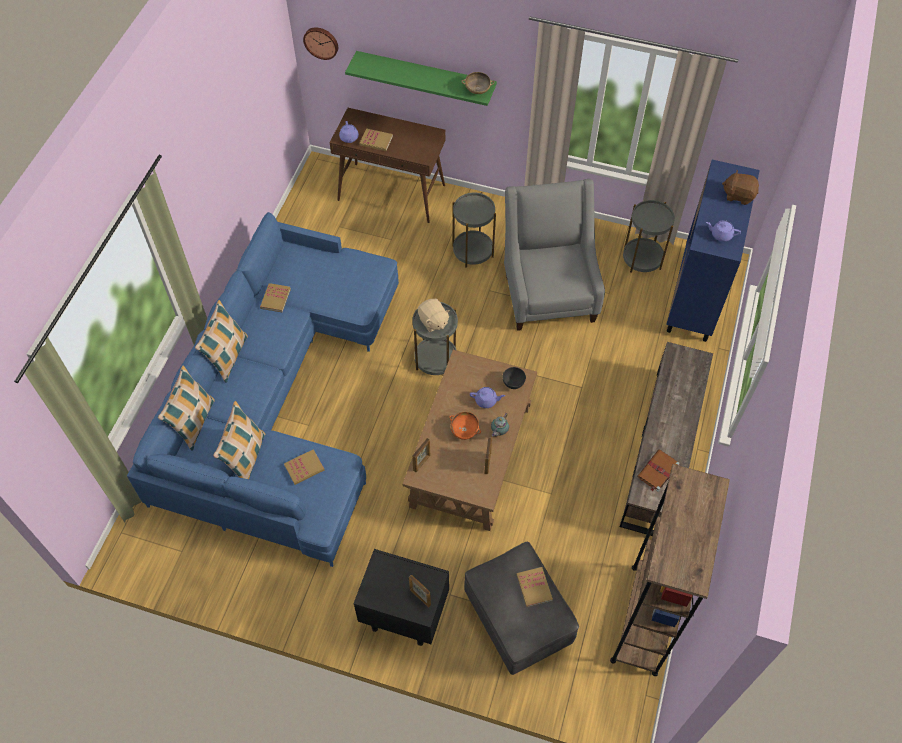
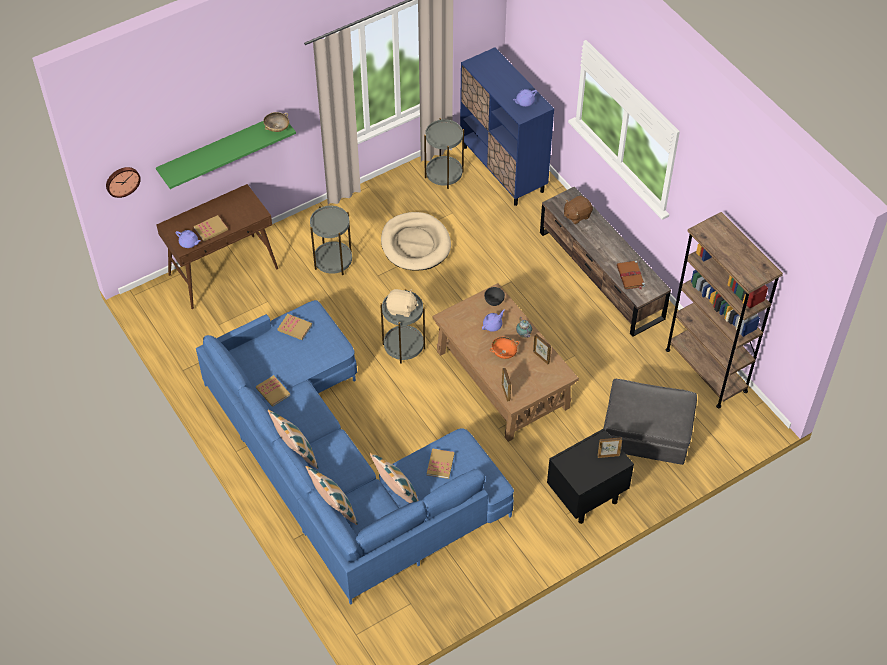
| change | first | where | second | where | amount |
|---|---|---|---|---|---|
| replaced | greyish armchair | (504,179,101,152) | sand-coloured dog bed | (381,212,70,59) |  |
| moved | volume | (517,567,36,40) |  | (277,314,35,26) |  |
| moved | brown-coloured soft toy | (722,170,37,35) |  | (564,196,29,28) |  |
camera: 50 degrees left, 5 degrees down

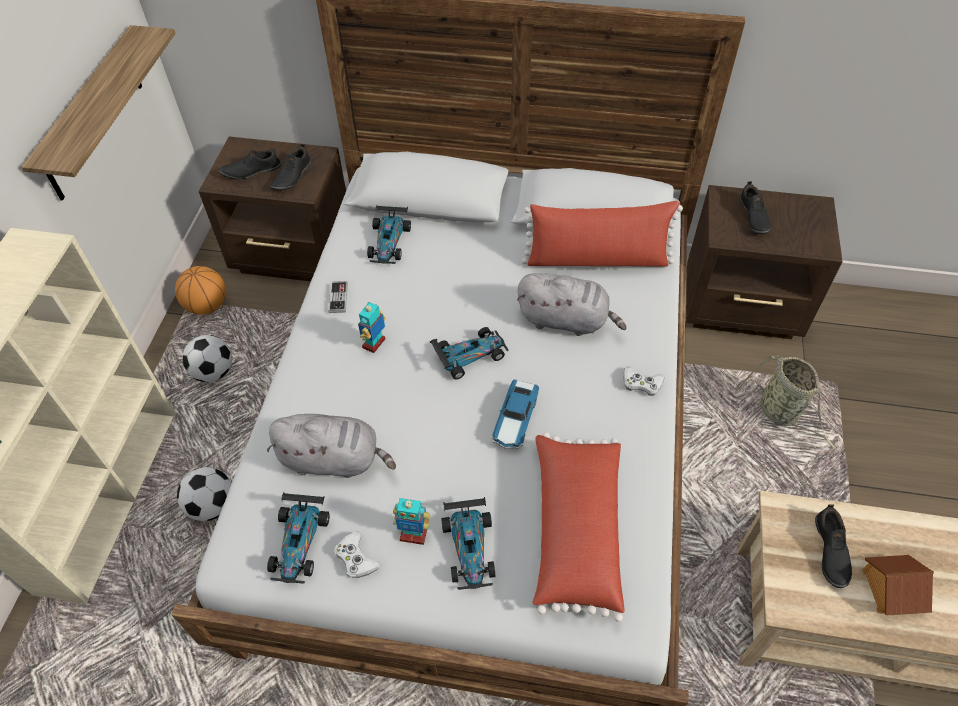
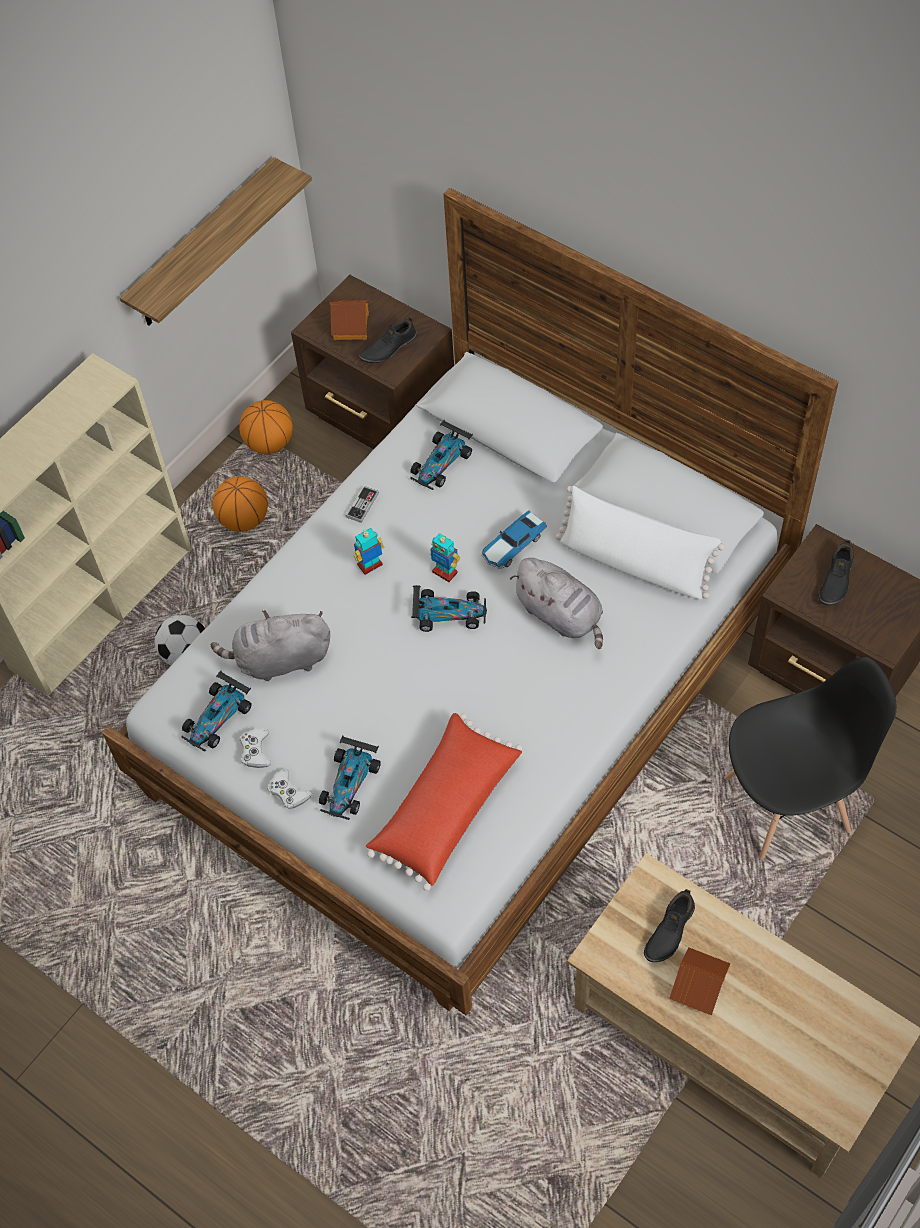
| change | first | where | second | where | amount |
|---|---|---|---|---|---|
| replaced | football | (182,335,50,47) | basketball ball | (212,476,56,56) |  |
| replaced | black-coloured item of footwear | (219,147,62,32) | model house | (330,300,39,40) |  |
| turned | greyish soft toy | (267,414,129,64) |  | (211,610,119,71) | 135 degrees clockwise |
| moved | robot figure | (393,498,37,47) |  | (430,533,30,49) |  |
| moved | miniature car | (492,379,47,70) |  | (481,510,66,59) |  |
| recoloured | reddish cushion | (522,201,161,66) | white cushion | (556,486,169,114) |  |
| moved | white gamepad | (623,366,42,30) |  | (268,769,44,40) |  |
| replaced | basket | (735,356,102,94) | black-coloured chair | (724,657,173,202) |  |
camera: 30 degrees right, 5 degrees up

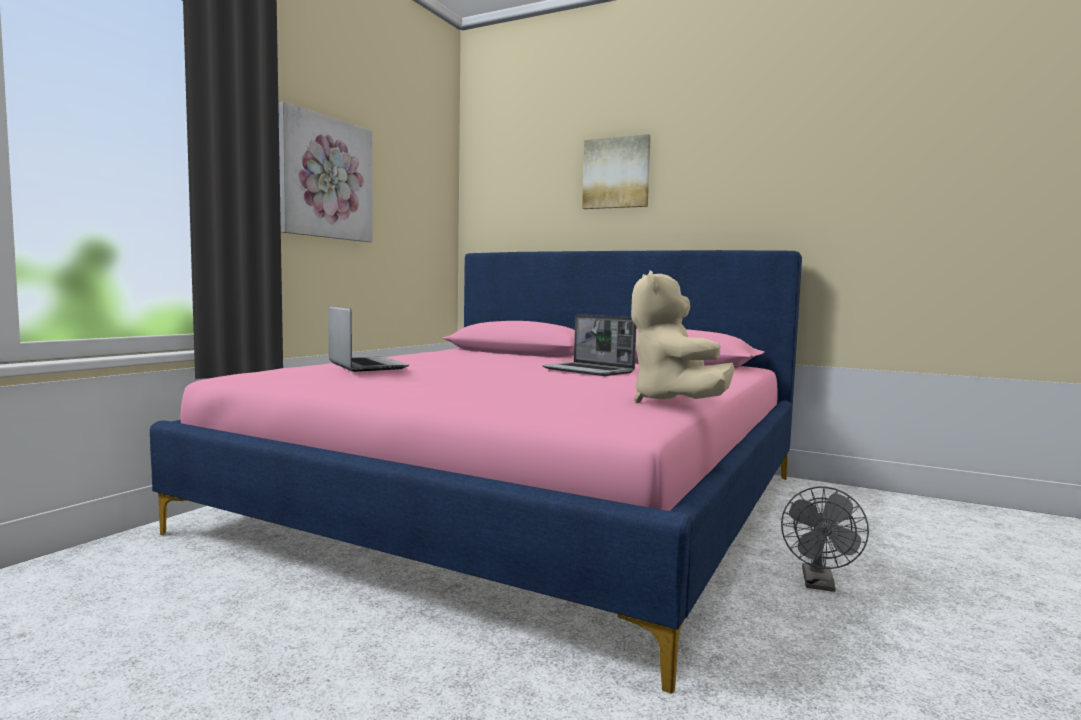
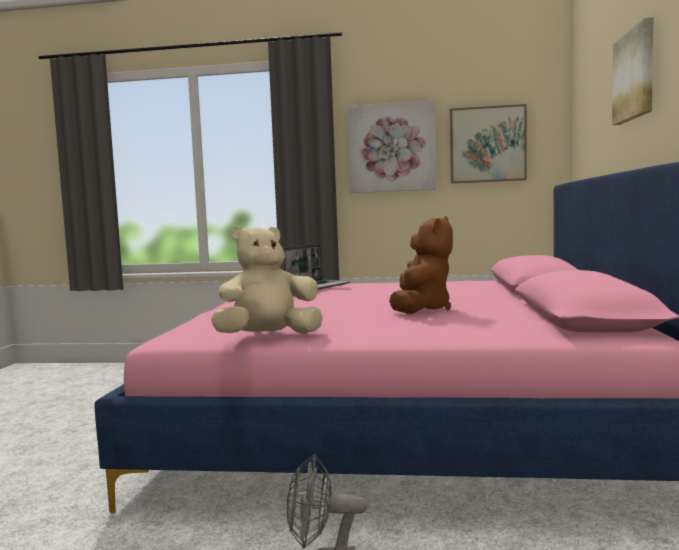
| change | first | where | second | where | amount |
|---|---|---|---|---|---|
| replaced | notebook computer | (542,314,94,62) | brown-coloured soft toy | (389,216,64,98) |  |
| added |  |  | picture | (450,104,77,79) |  |
camera: 70 degrees right, 0 degrees up

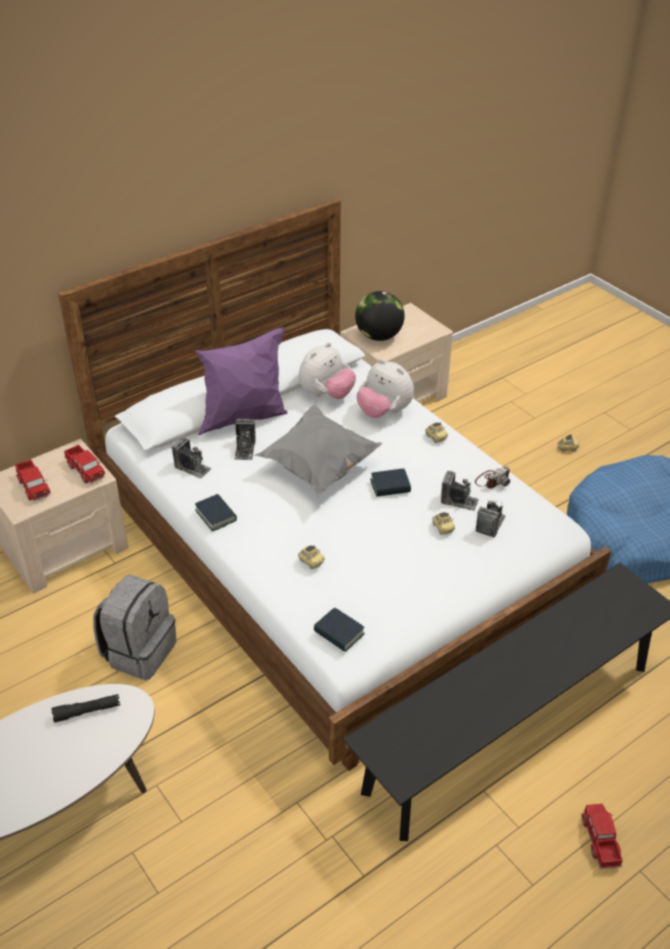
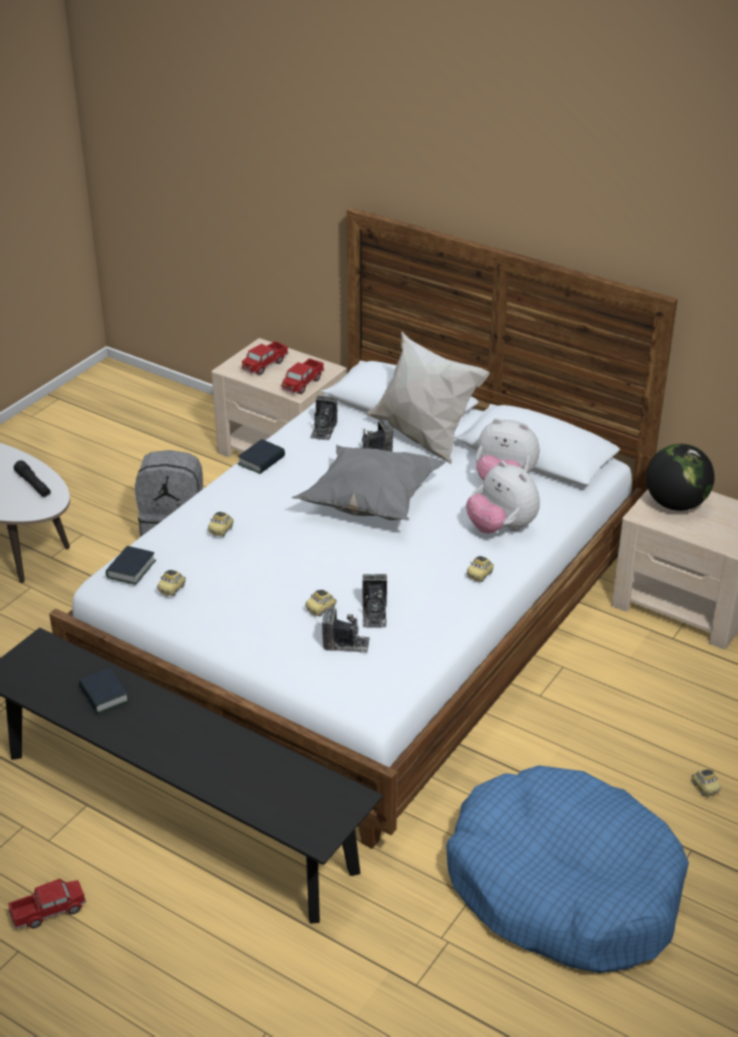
| change | first | where | second | where | amount |
|---|---|---|---|---|---|
| recoloured | purplish cushion | (195,327,92,108) | white cushion | (366,332,124,132) |  |
| turned | soft toy | (357,359,57,59) |  | (466,461,74,73) | 60 degrees counterclockwise |
| moved | volume | (370,469,41,28) |  | (79,668,50,46) |  |
| removed | photo camera | (475,466,35,23) |  |  |  |
| added |  |  | miniature car | (157,570,29,26) |  |
camera: 70 degrees right, 5 degrees down

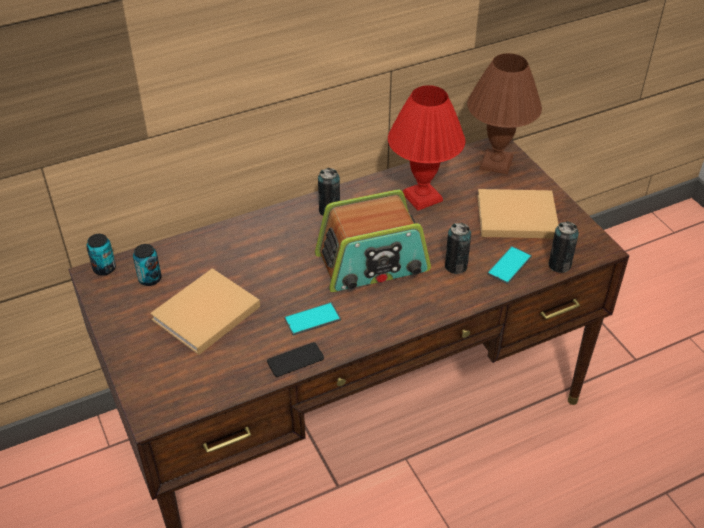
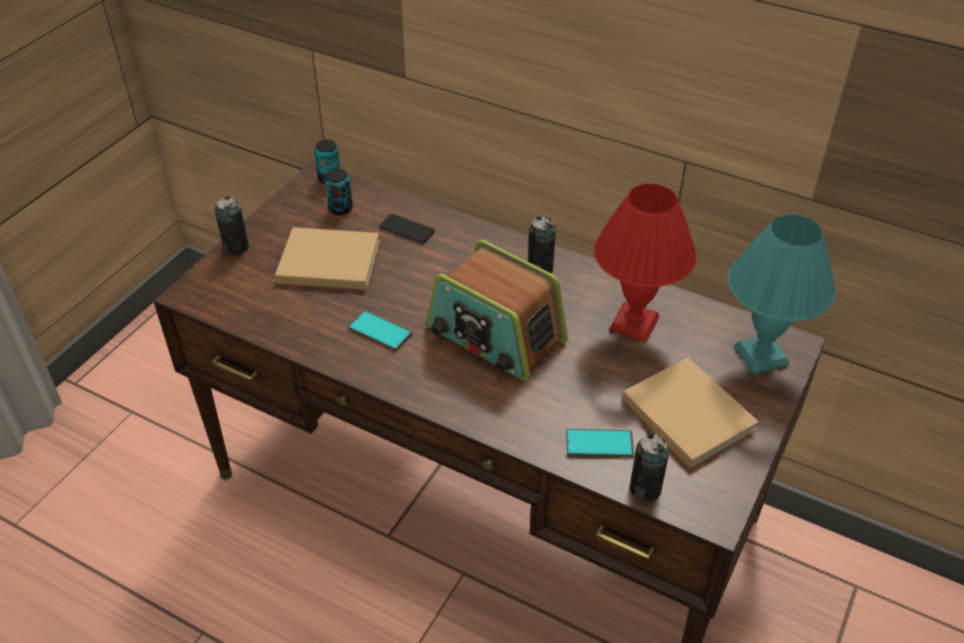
| change | first | where | second | where | amount |
|---|---|---|---|---|---|
| moved | telephone | (267,342,57,35) |  | (379,214,56,29) |  |
| moved | metal can | (445,223,26,51) |  | (215,196,34,60) |  |
| recoloured | brown-coloured table lamp | (467,53,75,121) | turquoise table lamp | (728,214,108,160) |  |
camera: 55 degrees right, 0 degrees up

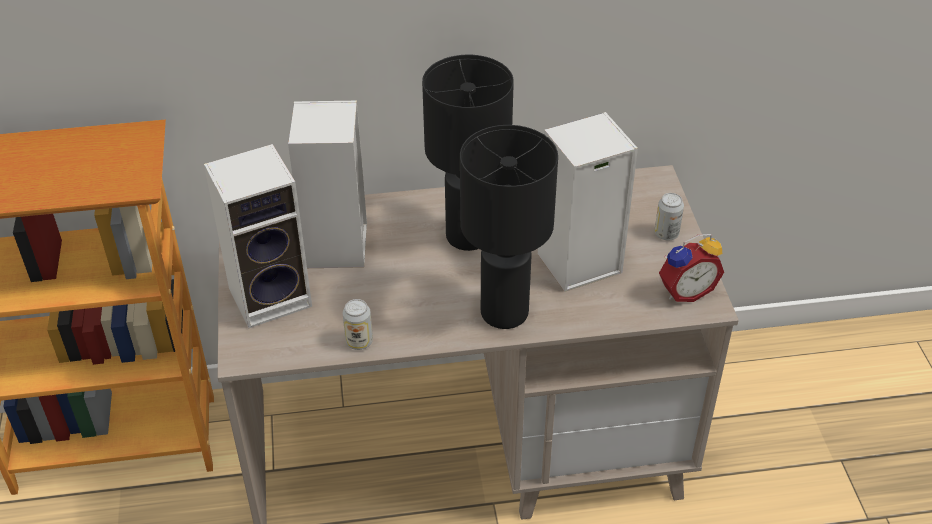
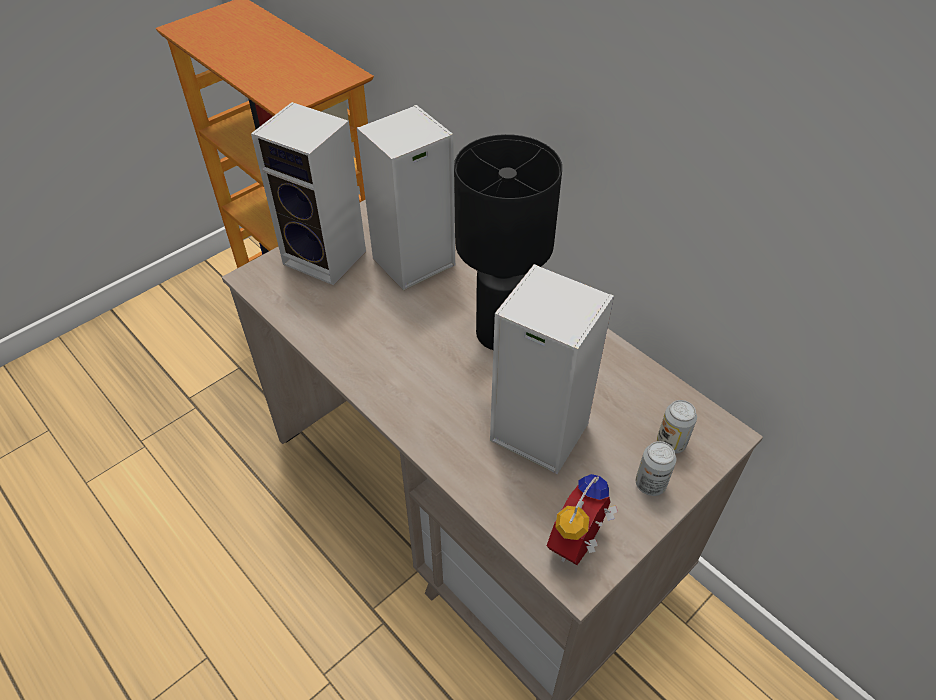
| change | first | where | second | where | amount |
|---|---|---|---|---|---|
| moved | metal can | (343,299,30,51) |  | (657,400,40,54) |  |
| removed | black-coloured table lamp | (460,125,98,204) |  |  |  |
| turned | table clock | (659,234,65,68) |  | (546,474,72,91) | 90 degrees clockwise |
camera: 55 degrees right, 5 degrees up

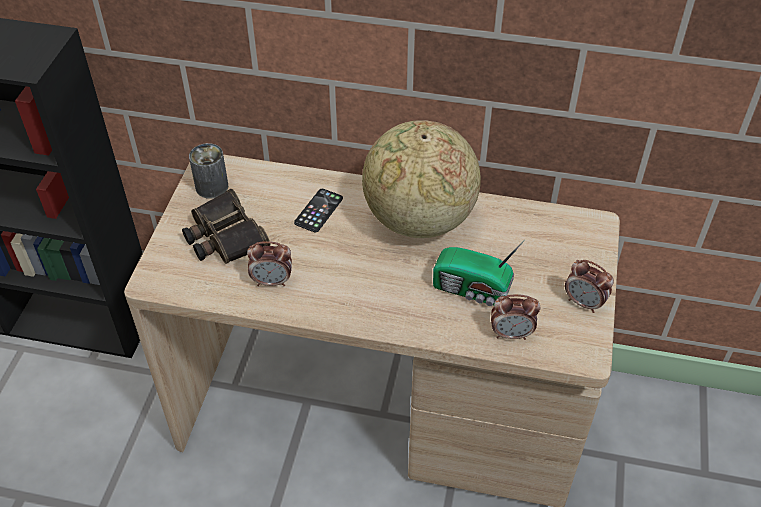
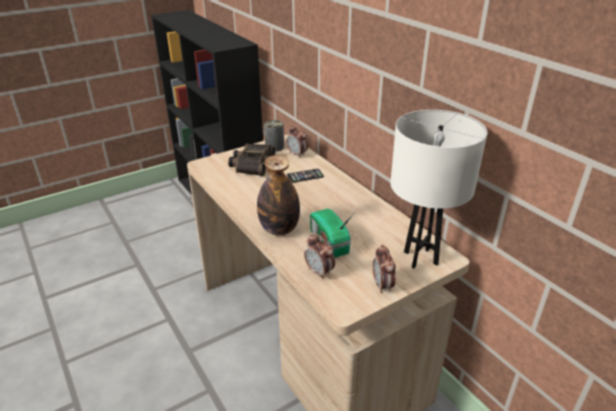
| change | first | where | second | where | amount |
|---|---|---|---|---|---|
| moved | table clock | (247,241,45,45) |  | (286,124,22,34) |  |
| removed | desk globe | (362,120,119,118) |  |  |  |
| added |  |  | bottle | (257,155,43,80) |  |
| added |  |  | white table lamp | (390,110,97,158) |  |
camera: 45 degrees right, 15 degrees down

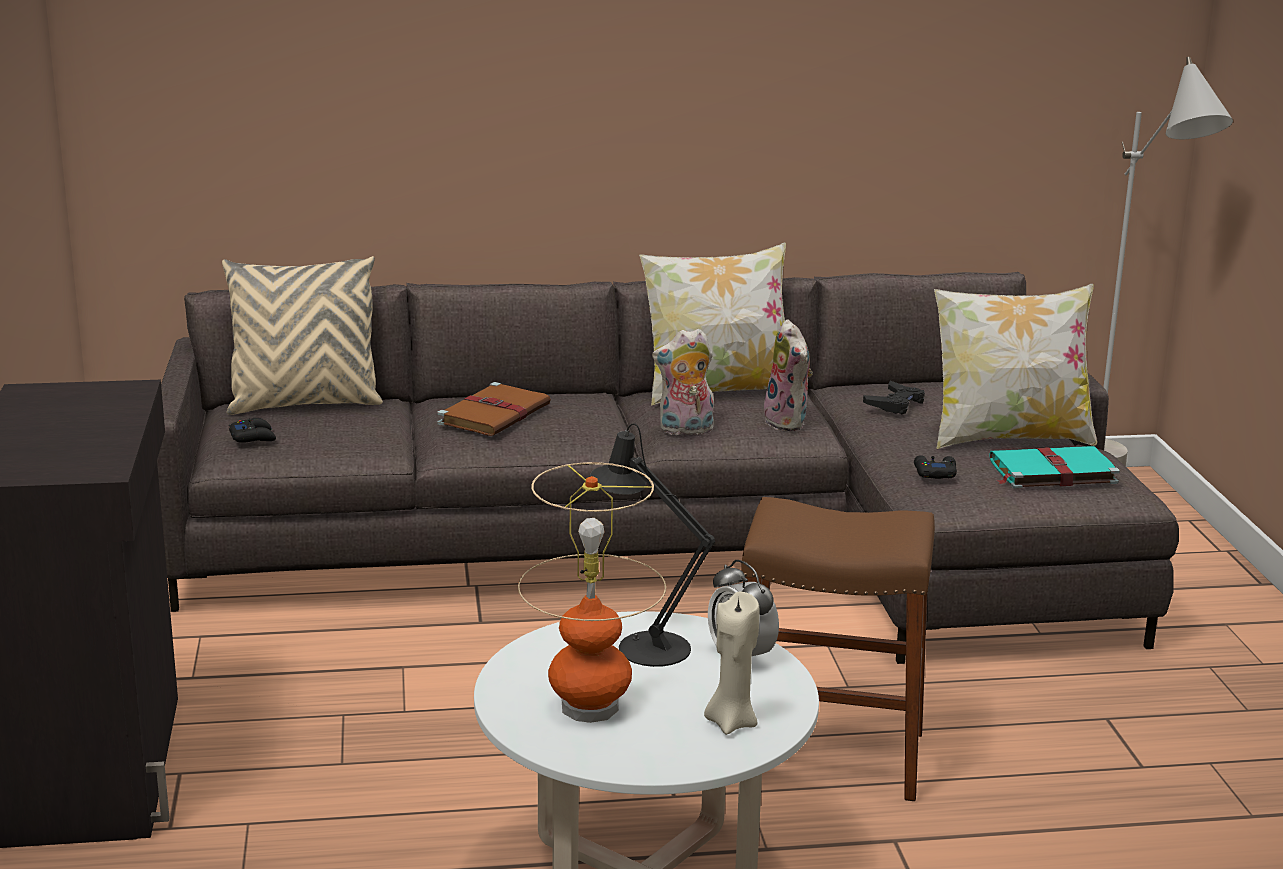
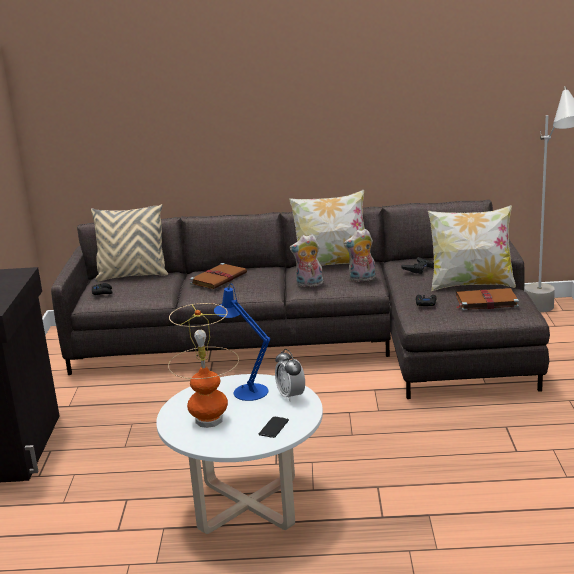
| change | first | where | second | where | amount |
|---|---|---|---|---|---|
| recoloured | black-coloured table lamp | (590,423,125,244) | bluish table lamp | (214,284,56,117) |  |
| replaced | sand-coloured candle | (704,592,56,143) | telephone | (259,416,30,22) |  |
| removed | brown-coloured stool | (742,497,193,304) |  |  |  |
| turned | soft toy | (762,319,51,112) |  | (344,229,31,53) | 90 degrees clockwise |
| recoloured | turquoise volume | (990,446,130,43) | brown-coloured volume | (456,288,63,23) |  |
camera: 10 degrees right, 0 degrees up

